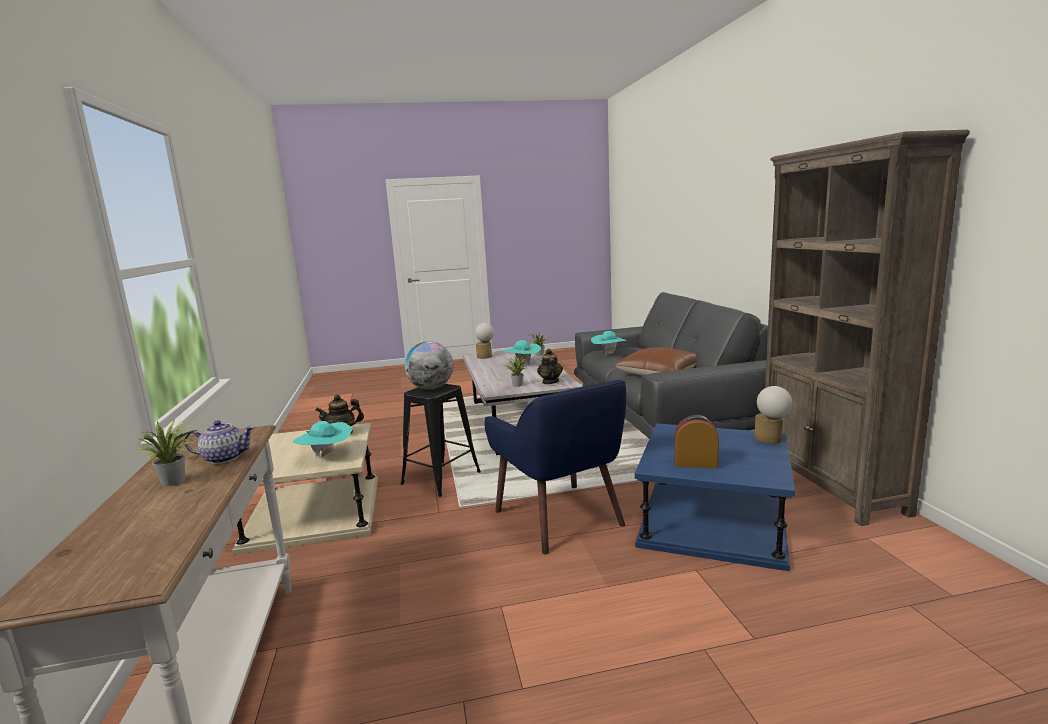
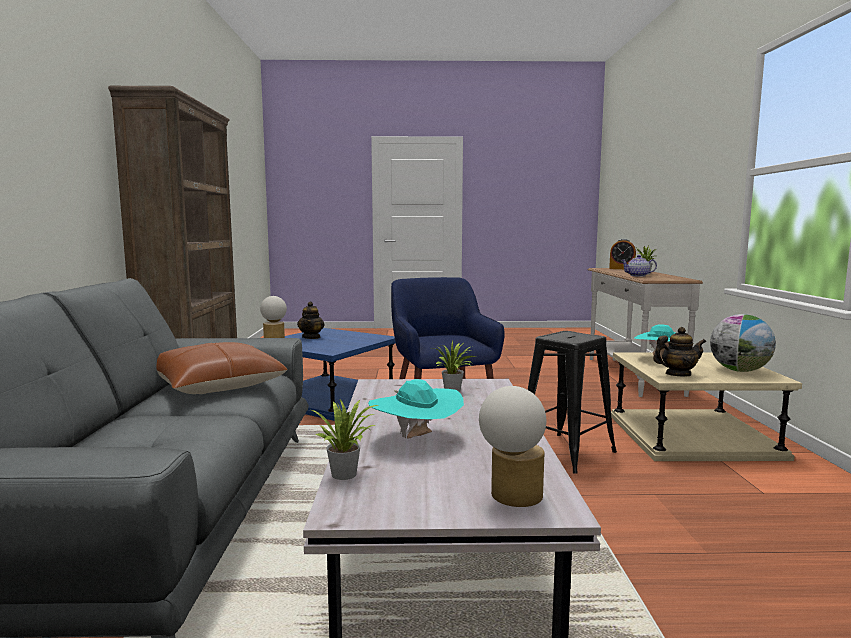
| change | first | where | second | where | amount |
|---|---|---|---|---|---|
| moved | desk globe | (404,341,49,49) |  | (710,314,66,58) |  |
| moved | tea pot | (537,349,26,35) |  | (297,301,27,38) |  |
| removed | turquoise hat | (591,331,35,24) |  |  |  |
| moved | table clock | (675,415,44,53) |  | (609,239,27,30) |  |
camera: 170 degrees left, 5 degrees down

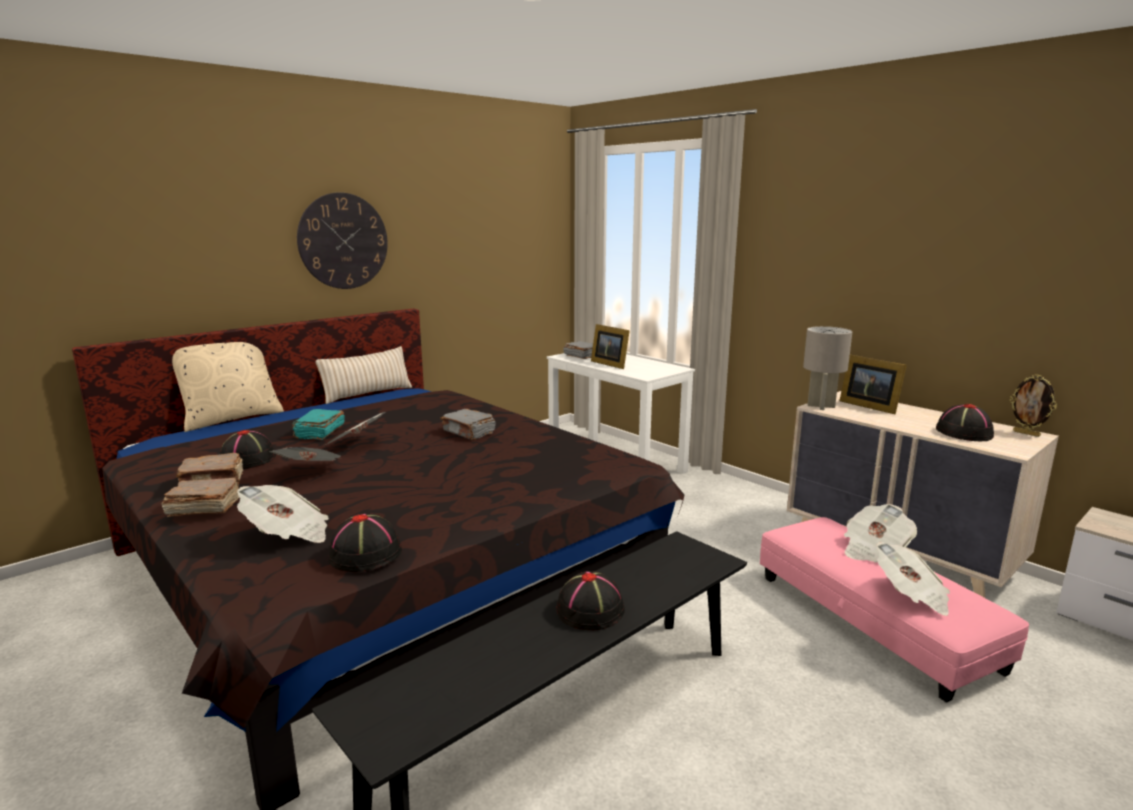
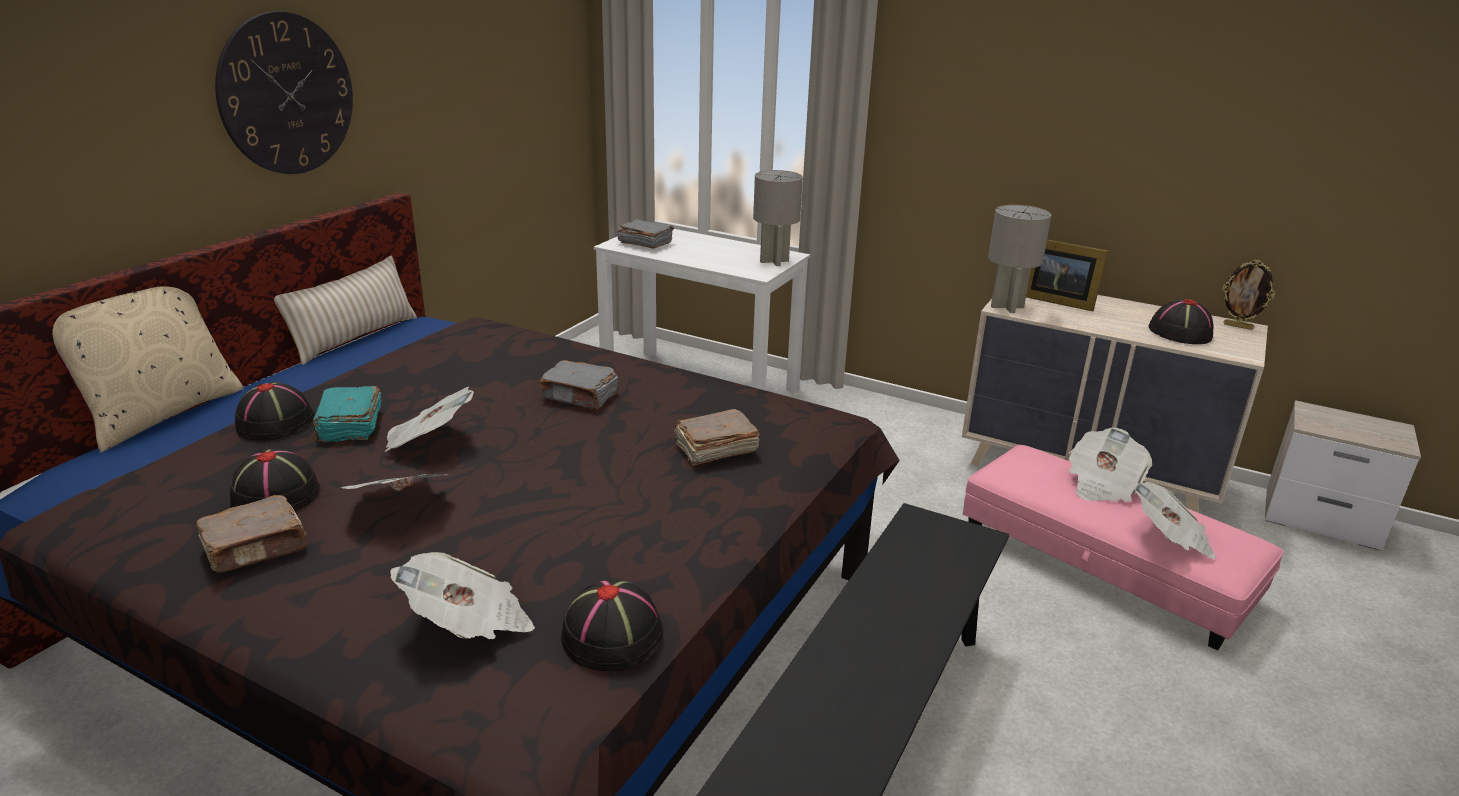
| change | first | where | second | where | amount |
|---|---|---|---|---|---|
| moved | brown-coloured volume | (161,478,79,39) |  | (674,409,86,57) |  |
| moved | black-coloured hat | (557,571,68,59) |  | (235,382,80,59) |  |
| removed | picture frame | (591,324,39,45) |  |  |  |
| added |  |  | greyish table lamp | (753,170,50,96) |  |
camera: 20 degrees left, 10 degrees up

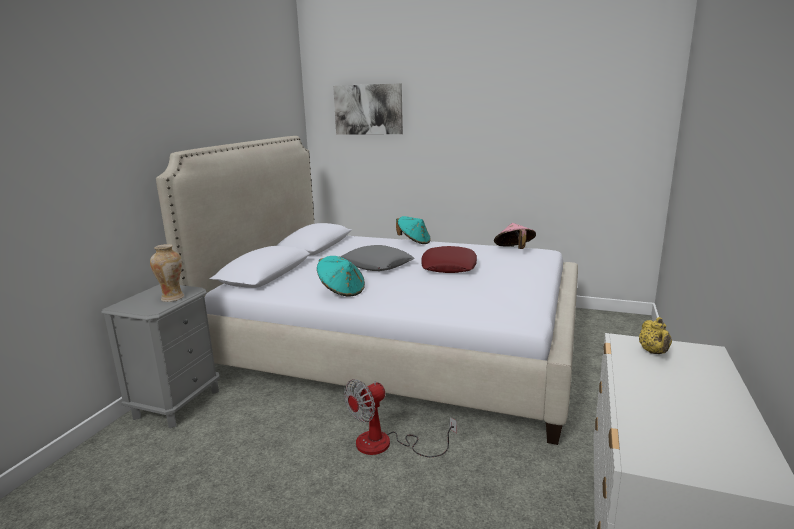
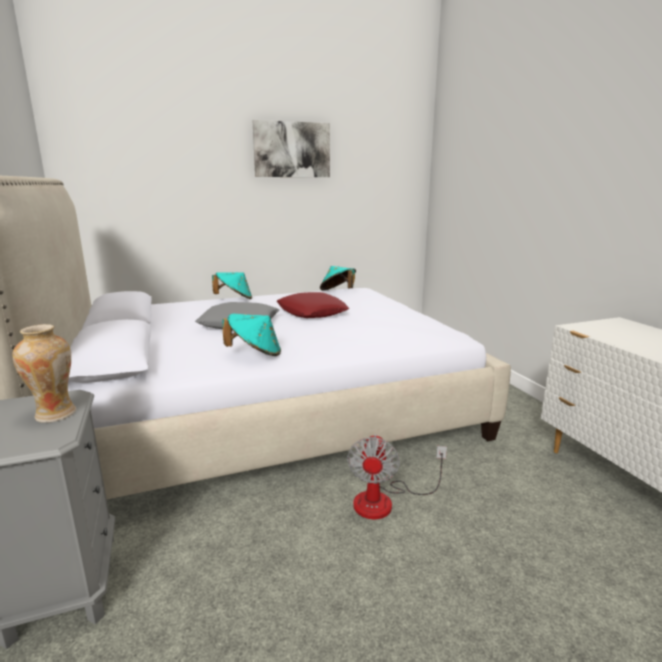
| change | first | where | second | where | amount |
|---|---|---|---|---|---|
| moved | picture | (333,83,70,52) |  | (252,120,78,57) |  |
| recoloured | pink-coloured hat | (494,223,42,26) | turquoise hat | (320,266,36,24) |  |
| removed | yellow-coloured tea pot | (639,317,33,37) |  |  |  |
camera: 40 degrees left, 0 degrees up

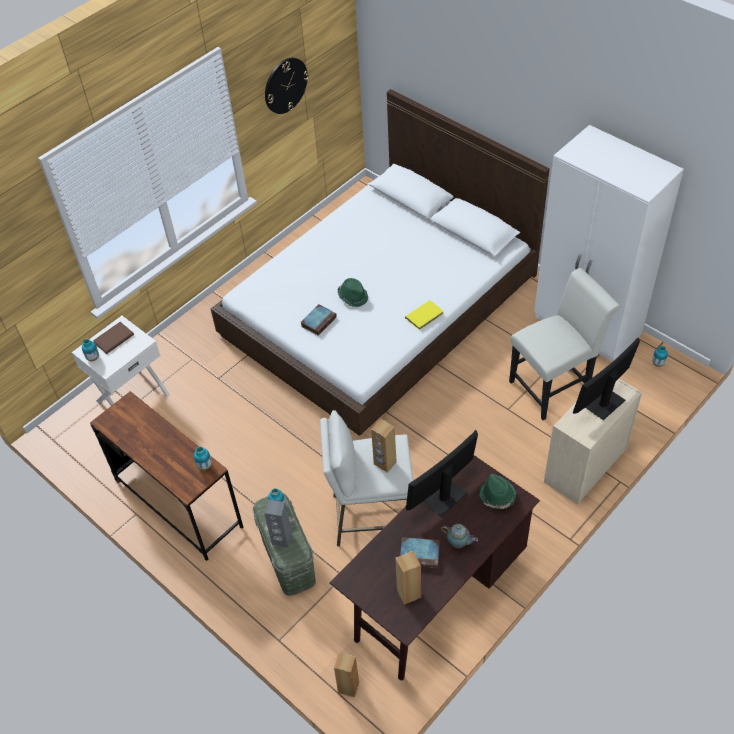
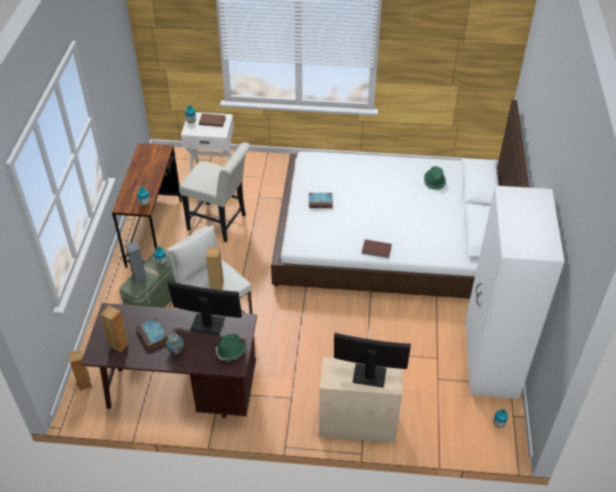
| change | first | where | second | where | amount |
|---|---|---|---|---|---|
| removed | wall clock | (265,58,44,56) |  |  |  |
| moved | green-coloured hat | (338,278,30,29) |  | (424,166,22,24) |  |
| recoloured | yellow-coloured volume | (405,300,39,30) | brown-coloured volume | (362,239,30,19) |  |
| moved | white chair | (509,268,111,152) |  | (179,143,72,99) |  |
camera: 50 degrees right, 5 degrees down

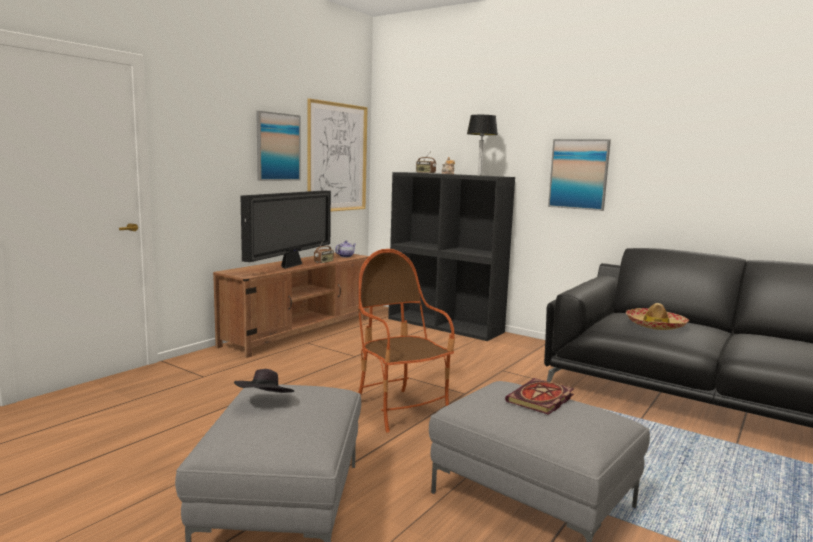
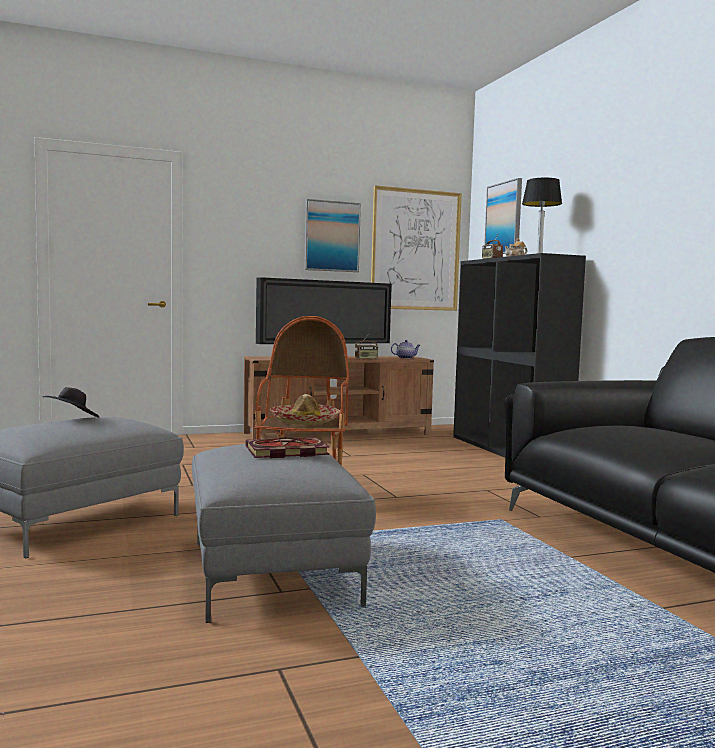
| change | first | where | second | where | amount |
|---|---|---|---|---|---|
| moved | picture | (548,139,63,72) |  | (484,178,38,76) |  |
| moved | hat | (626,303,63,27) |  | (270,394,70,31) |  |
camera: 35 degrees right, 5 degrees down

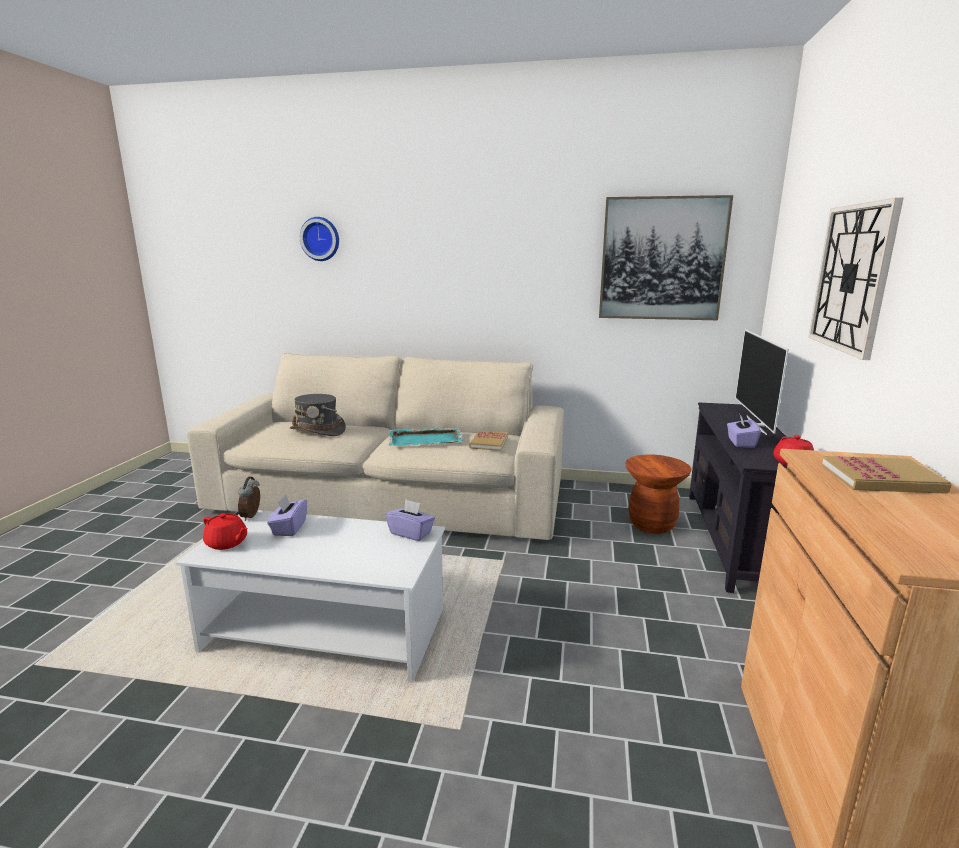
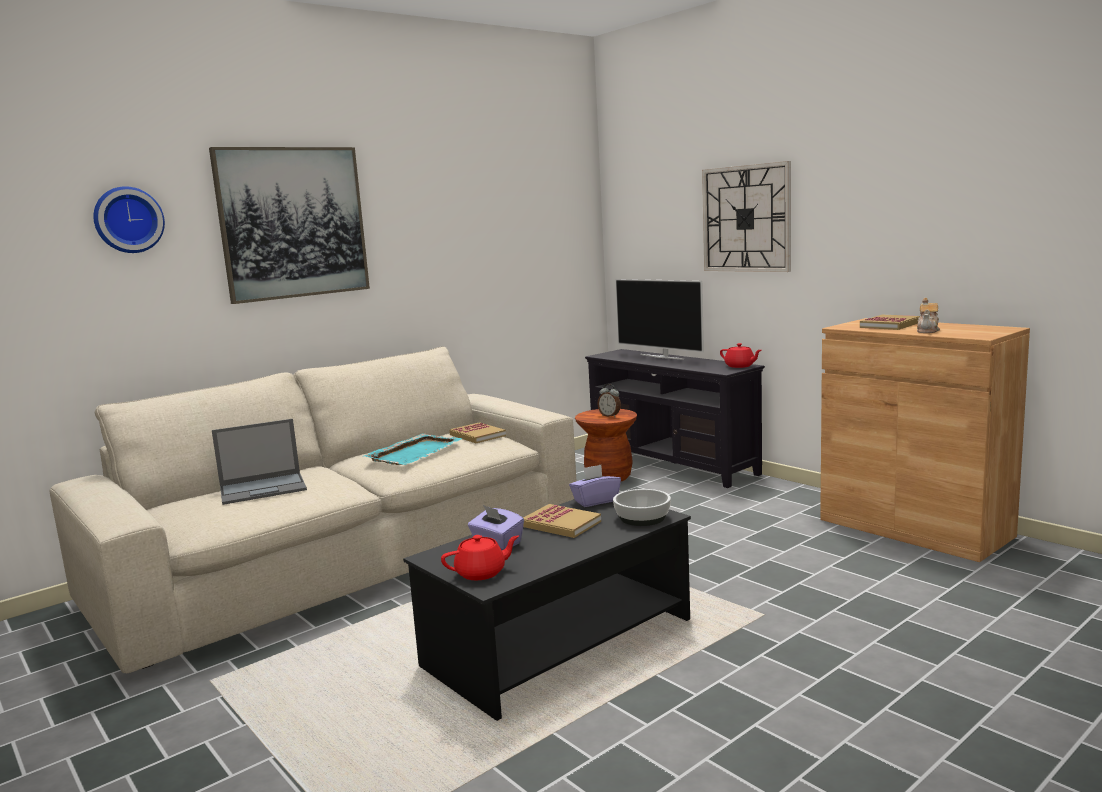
| change | first | where | second | where | amount |
|---|---|---|---|---|---|
| recoloured | white coffee table | (176,510,269,173) | black-coloured coffee table | (403,499,288,222) |  |
| moved | table clock | (238,477,22,44) |  | (597,384,24,33) |  |
| replaced | greyish hat | (289,394,57,42) | notebook computer | (212,419,95,86) |  |
| moved | picture | (599,195,134,125) |  | (209,147,161,157) |  |
| removed | purplish box of tissues | (727,413,34,35) |  |  |  |
| added |  |  | volume | (523,504,78,34) |  |
| added |  |  | bowl | (613,489,58,37) |  |
| added |  |  | tea pot | (917,298,23,35) |  |
camera: 50 degrees left, 5 degrees down

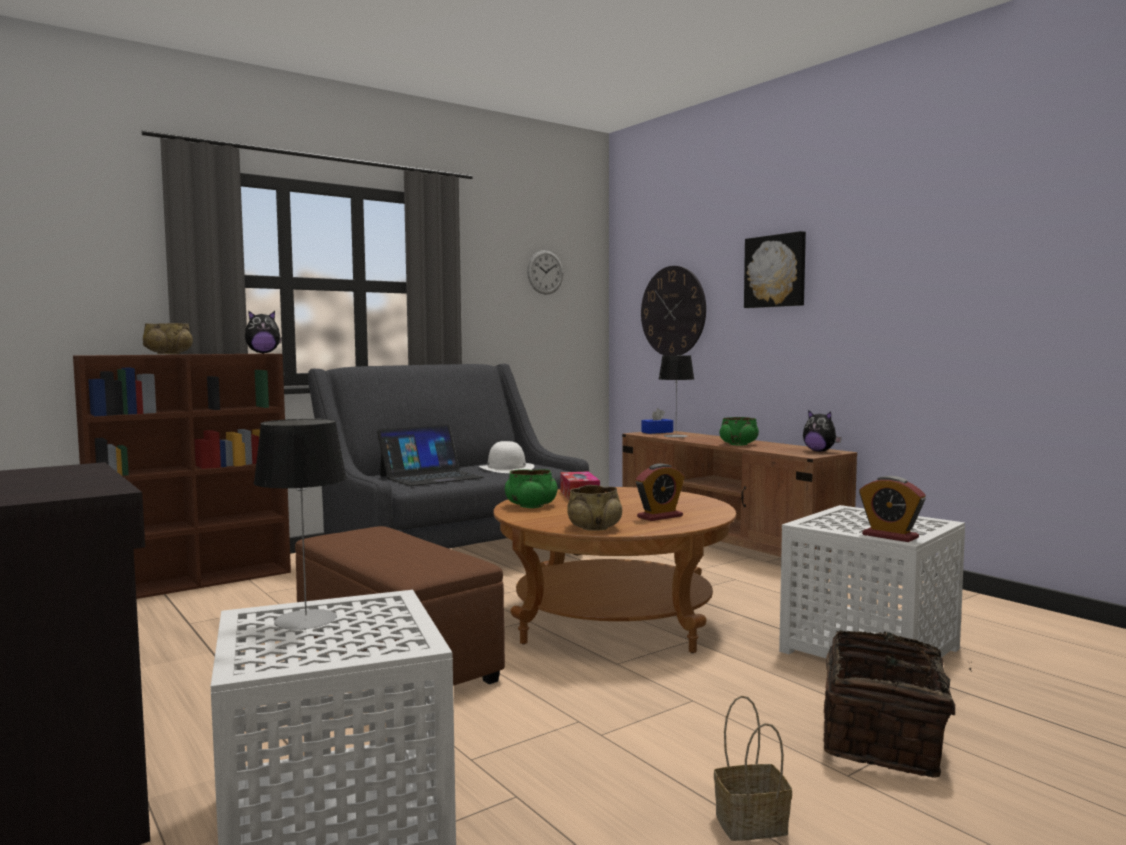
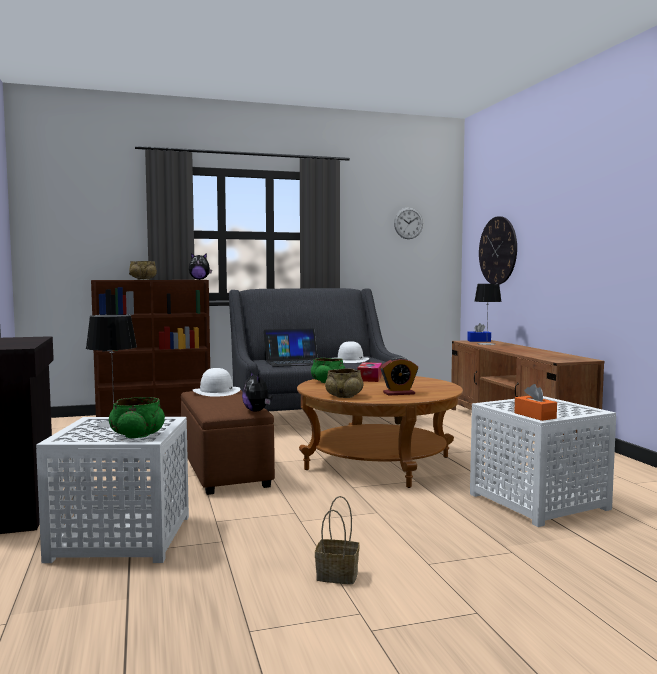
| change | first | where | second | where | amount |
|---|---|---|---|---|---|
| moved | green-coloured bowl | (720,417,39,29) |  | (109,397,56,41) |  |
| removed | picture | (744,231,62,77) |  |  |  |
| moved | soft toy | (803,410,39,42) |  | (242,371,30,40) |  |
| removed | basket | (823,630,149,148) |  |  |  |
| replaced | table clock | (859,476,67,66) | orangey box of tissues | (514,384,43,37) |  |
| added |  |  | white hat | (193,368,48,29) |  |
camera: 20 degrees right, 0 degrees up

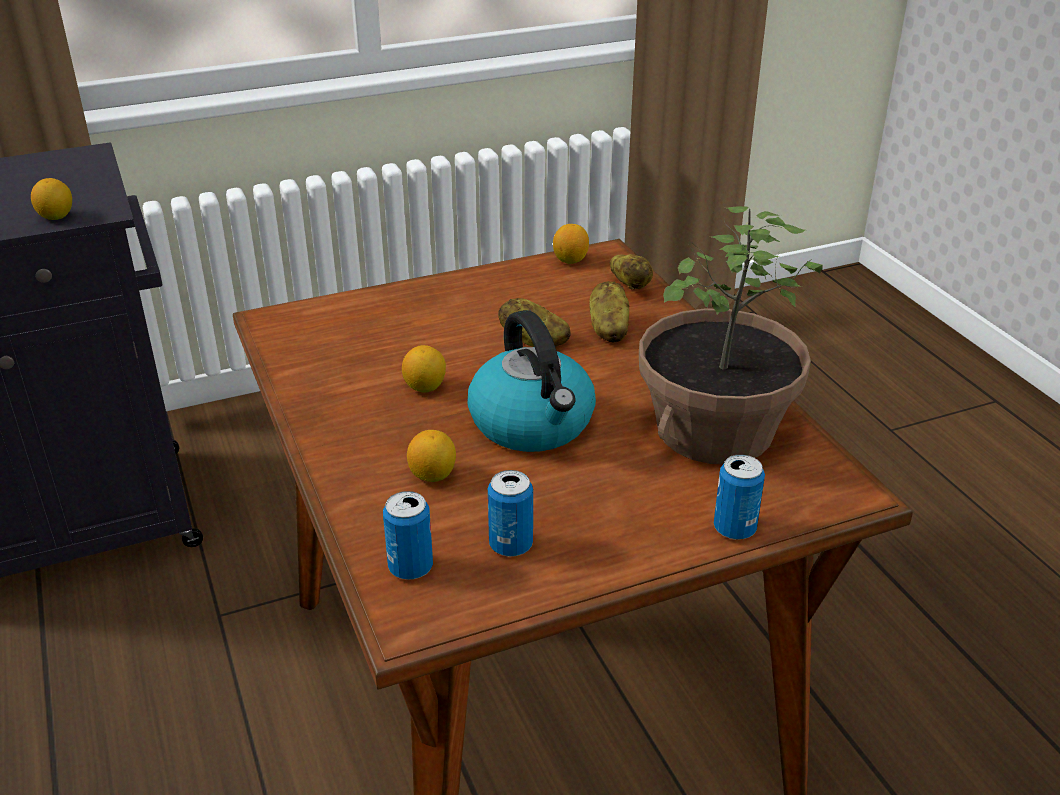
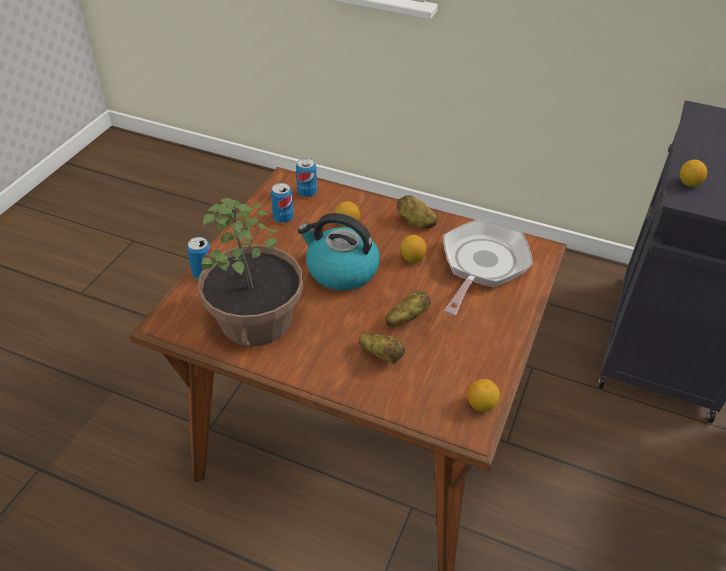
| change | first | where | second | where | amount |
|---|---|---|---|---|---|
| moved | potato | (610,254,43,35) |  | (397,195,40,34) |  |
| added |  |  | frying pan | (443,219,90,96) |  |
camera: 135 degrees right, 10 degrees up

